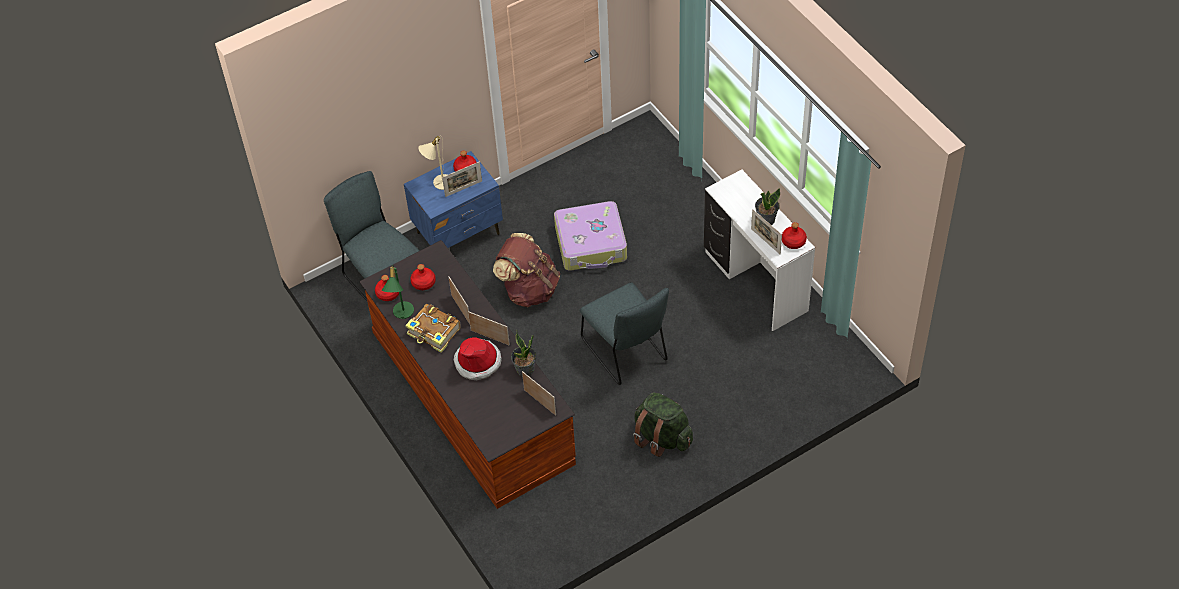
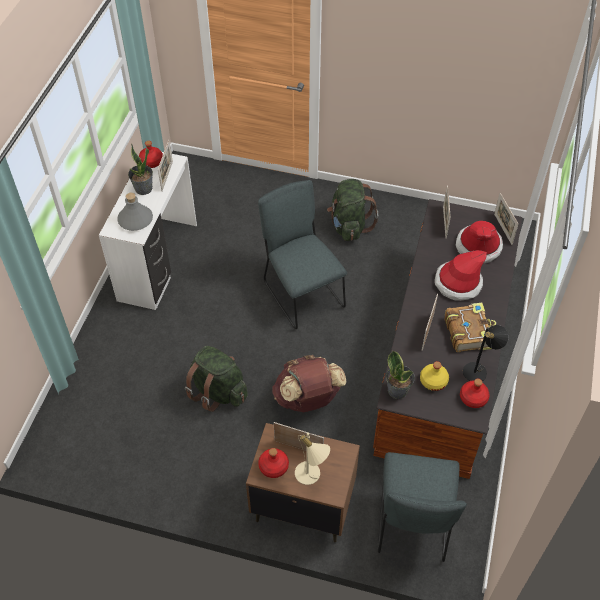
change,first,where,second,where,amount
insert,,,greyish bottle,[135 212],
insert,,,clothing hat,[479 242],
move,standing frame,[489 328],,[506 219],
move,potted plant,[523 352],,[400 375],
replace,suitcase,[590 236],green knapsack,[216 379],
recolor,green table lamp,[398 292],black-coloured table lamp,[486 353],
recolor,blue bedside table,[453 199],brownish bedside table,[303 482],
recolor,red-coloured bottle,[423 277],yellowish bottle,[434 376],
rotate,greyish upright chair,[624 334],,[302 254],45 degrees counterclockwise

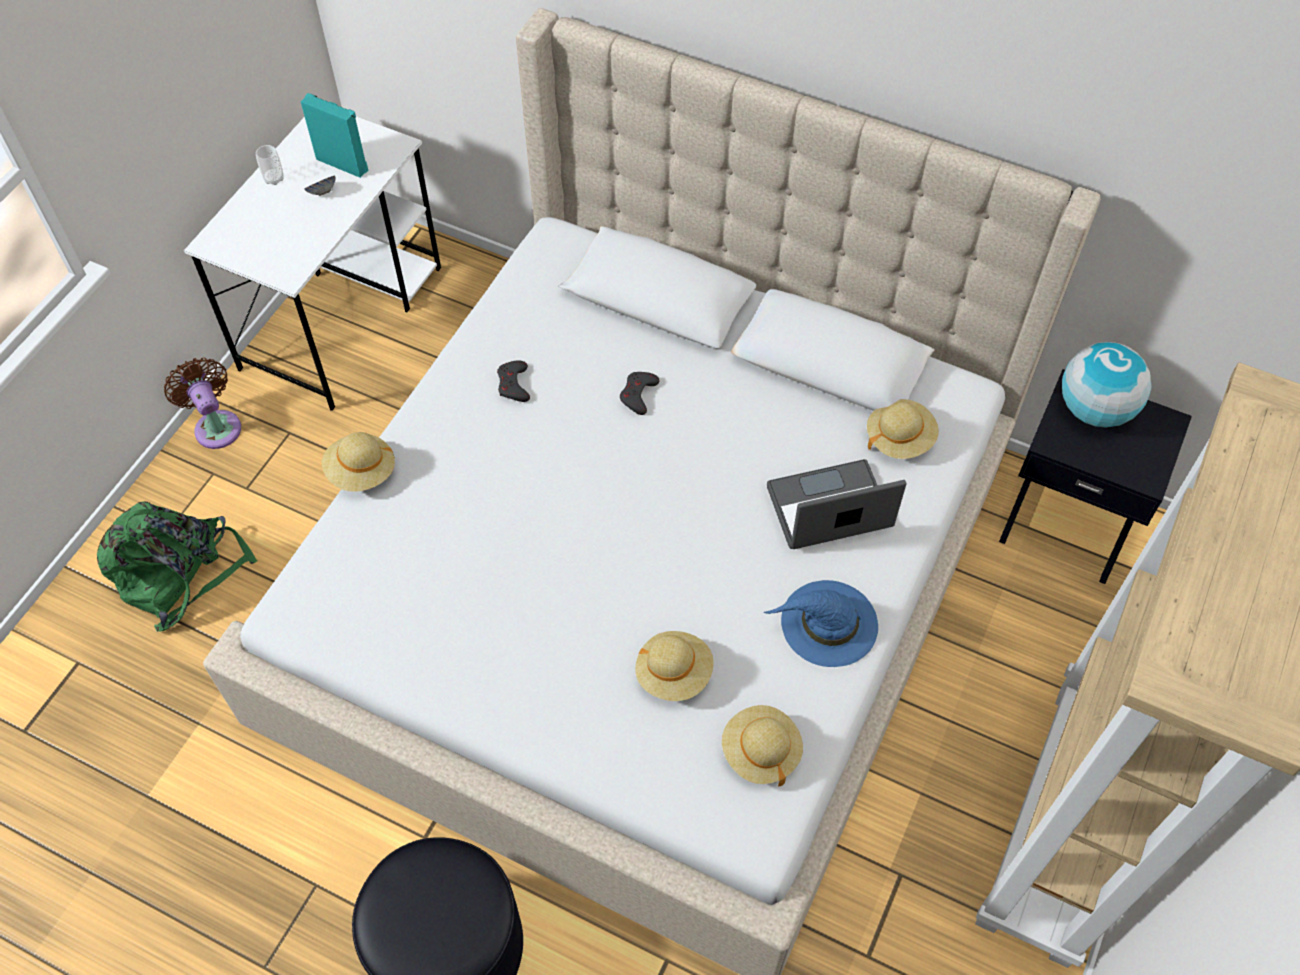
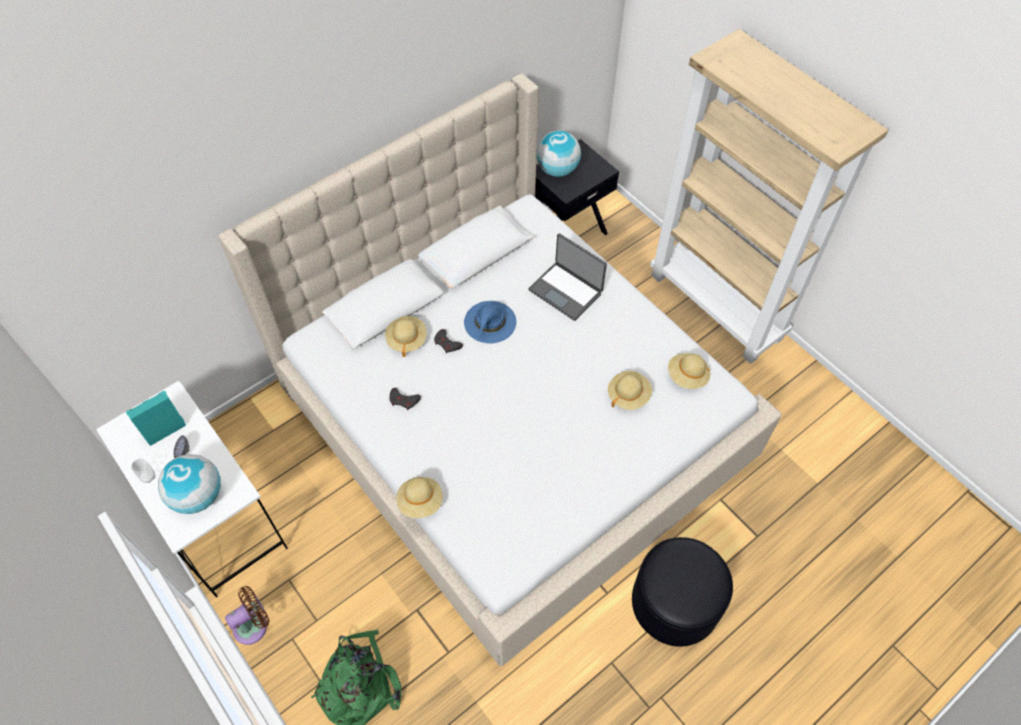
change,first,where,second,where,amount
insert,,,globe,[189 484],
move,blue clothing hat,[821 623],,[490 322],
move,sand-coloured clothing hat,[903 429],,[406 336],
rotate,brownish cooling fan,[202 403],,[247 615],150 degrees clockwise
rotate,laptop,[837 504],,[567 277],60 degrees counterclockwise

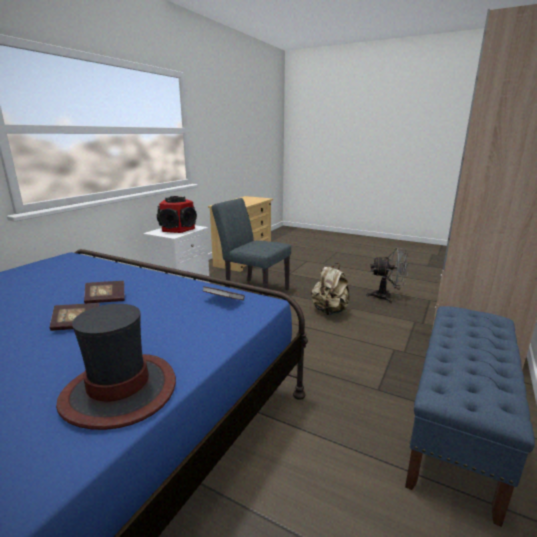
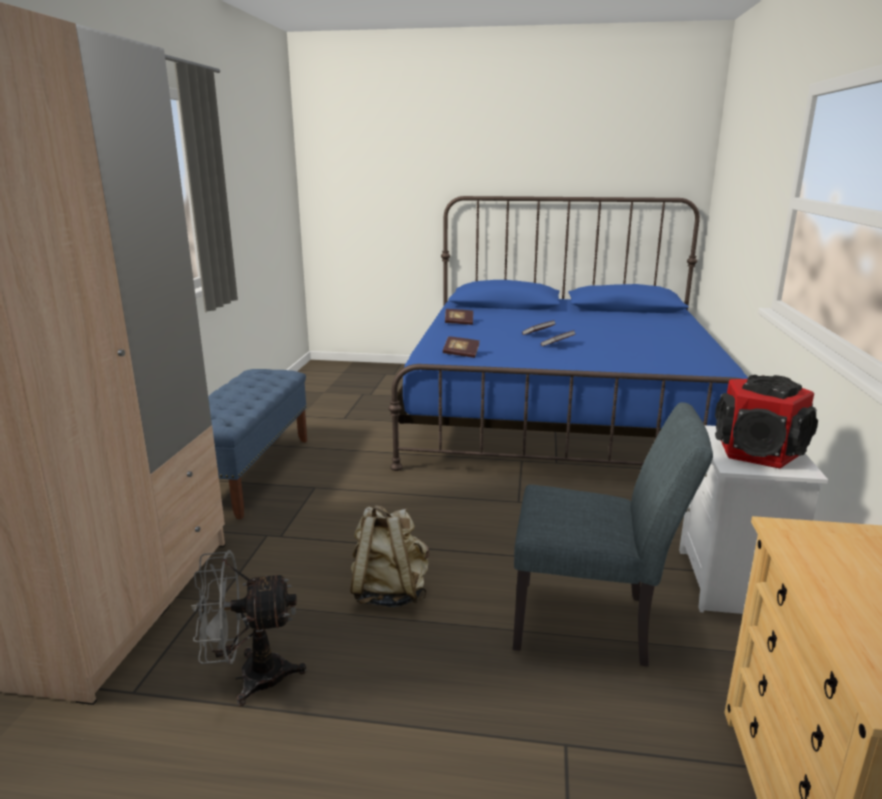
change,first,where,second,where,amount
replace,clothing hat,[116 367],bound book,[459 317],

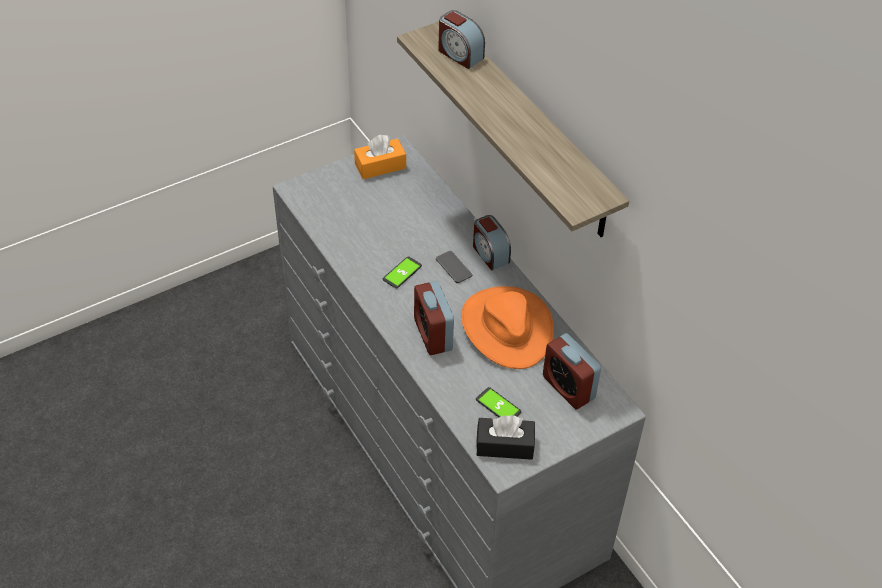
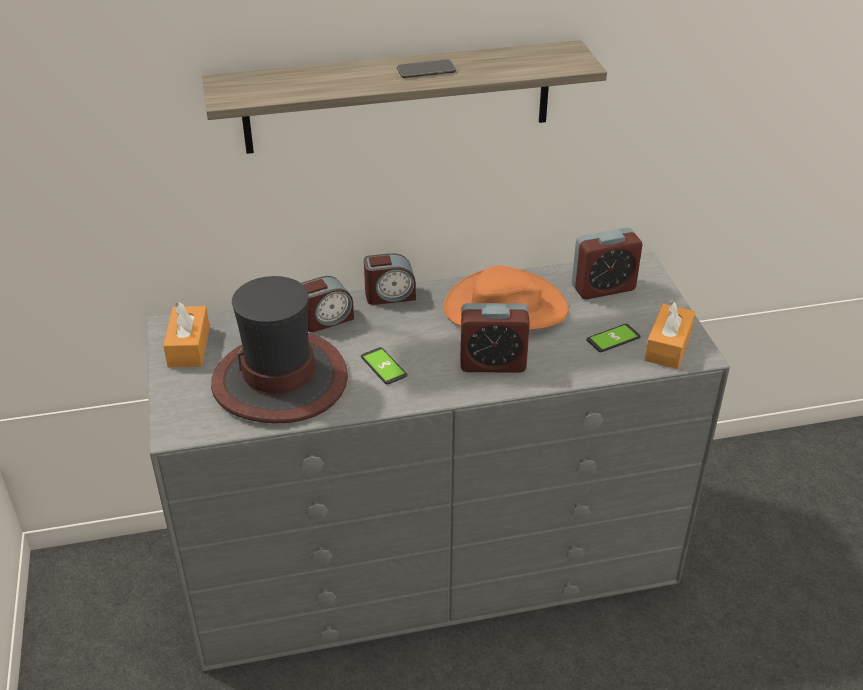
change,first,where,second,where,amount
insert,,,clothing hat,[279 349],
move,phone,[454 267],,[426 68],
move,table clock,[461 39],,[327 304],
recolor,black-coloured tissue box,[505 437],orange-coloured tissue box,[669 334],

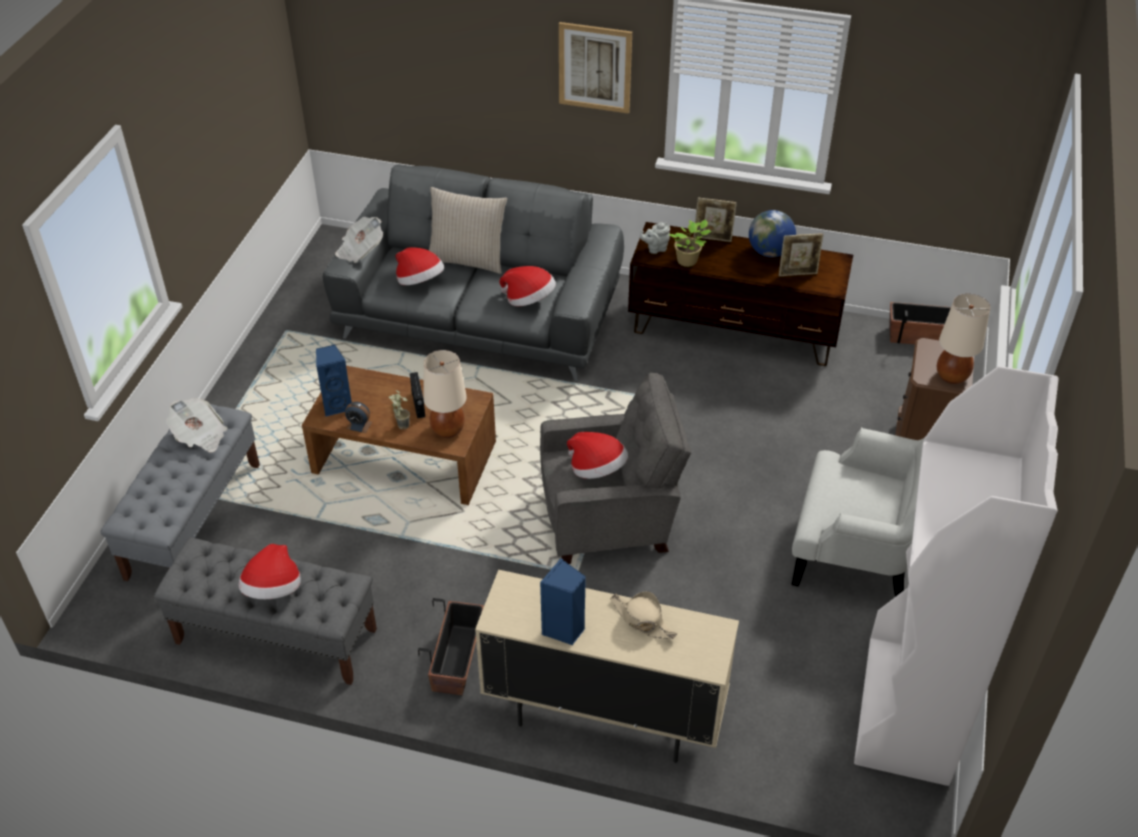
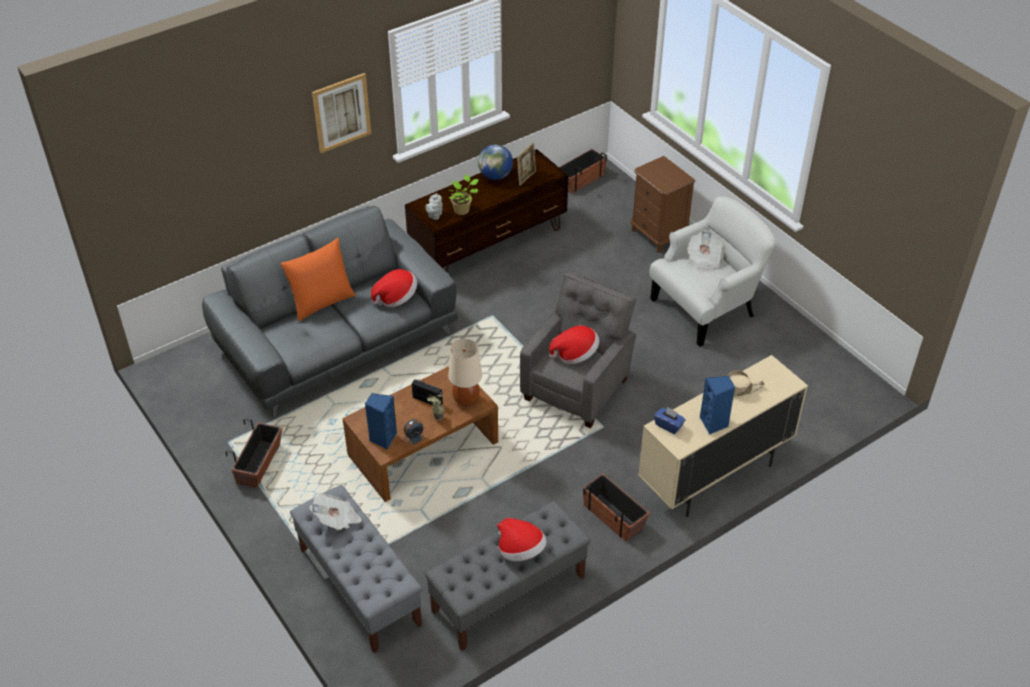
change,first,where,second,where,amount
delete,clothing hat,[419 266],,,
delete,standing frame,[715 219],,,
delete,white-coloured bookshelf,[956 576],,,
delete,sand-coloured table lamp,[963 339],,,
insert,,,flower pot,[253 453],
insert,,,blue tissue box,[670 420],
move,printed paper,[359 240],,[706 251],
recolor,sand-coloured throw pillow,[468 230],orange-coloured throw pillow,[318 279],

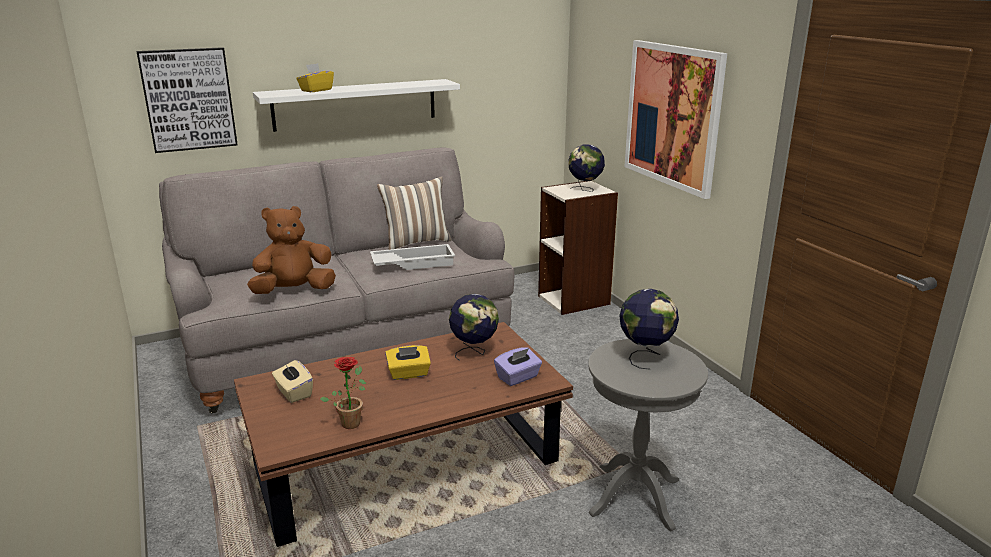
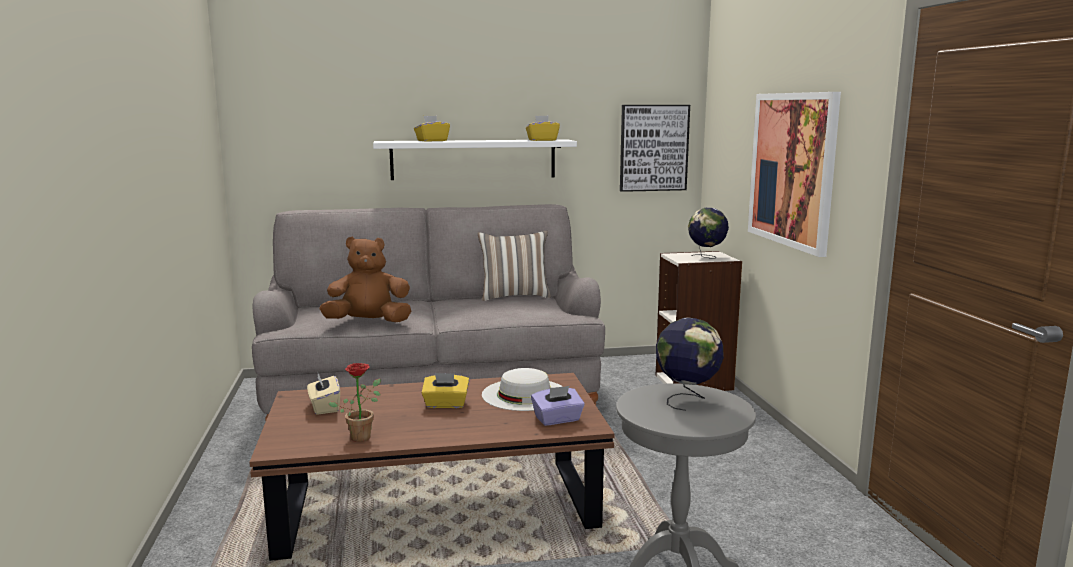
change,first,where,second,where,amount
delete,white-coloured tray,[412 257],,,
insert,,,yellowish tissue box,[543 128],
move,wall picture,[187 100],,[655 148],
replace,globe,[474 327],white-coloured clothing hat,[522 389],

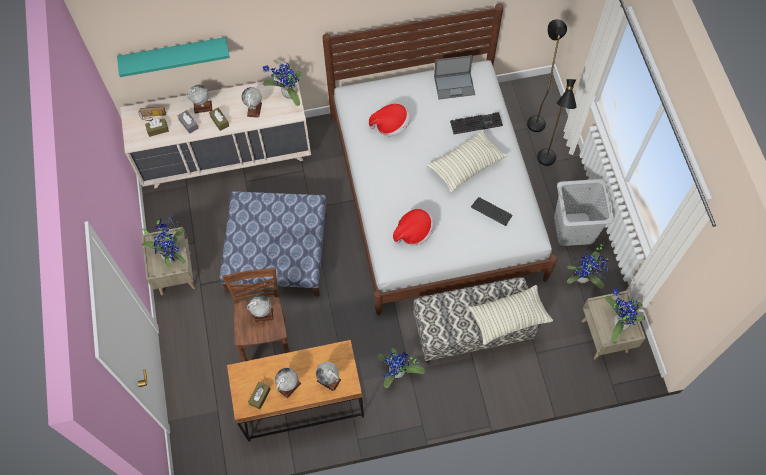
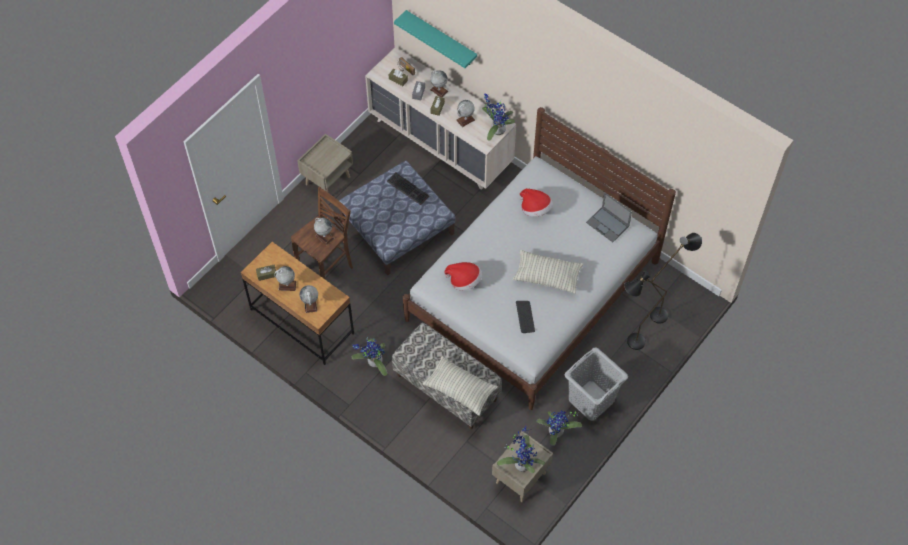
change,first,where,second,where,amount
delete,potted plant,[163 242],,,
move,PC keyboard,[476 123],,[408 188],

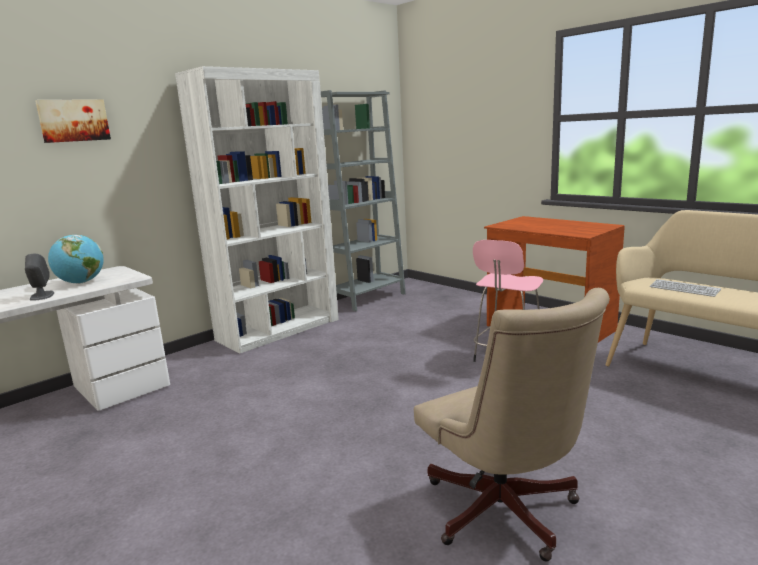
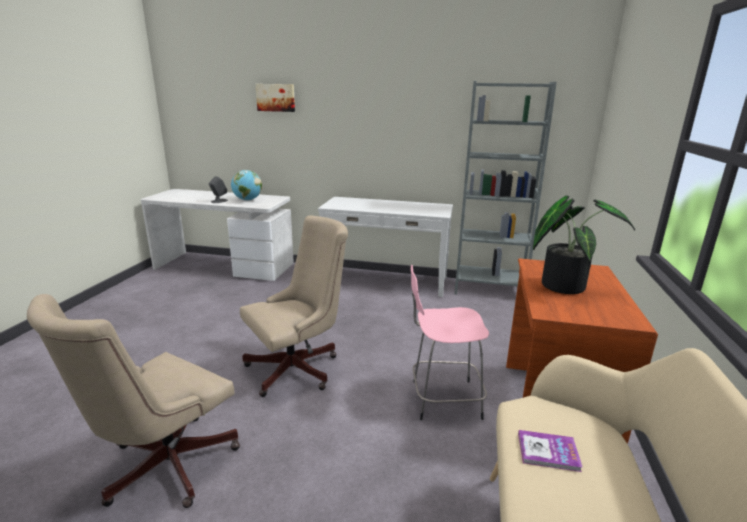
change,first,where,second,where,amount
insert,,,sand-coloured desk chair,[294 306],
insert,,,potted plant,[584 244],
replace,white-coloured bookshelf,[257 209],white-coloured narrow table,[385 247],
replace,PC keyboard,[685 288],bound book,[550 451],

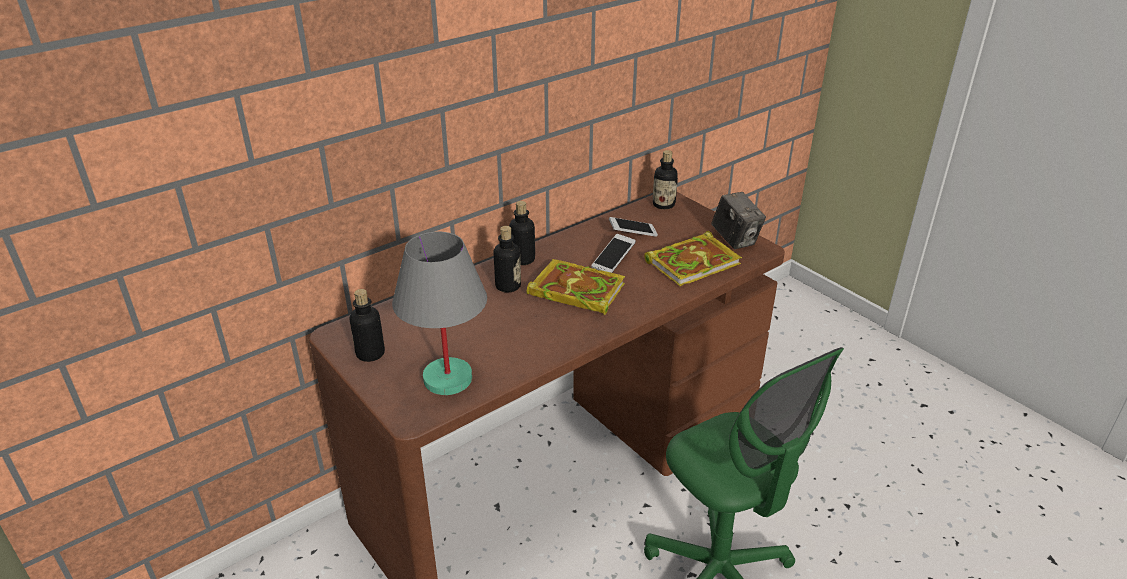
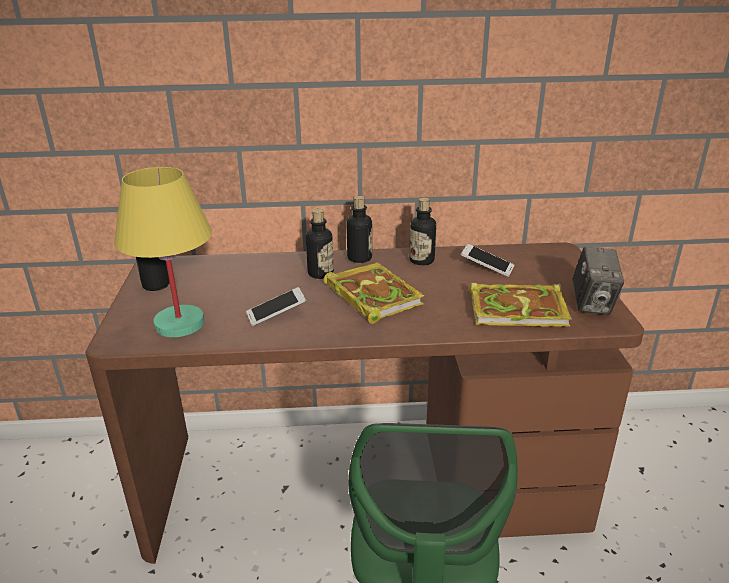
change,first,where,second,where,amount
move,phone,[613 253],,[276 306],
move,bottle,[665 179],,[422 231],
recolor,greyish table lamp,[439 313],yellowish table lamp,[163 252],

